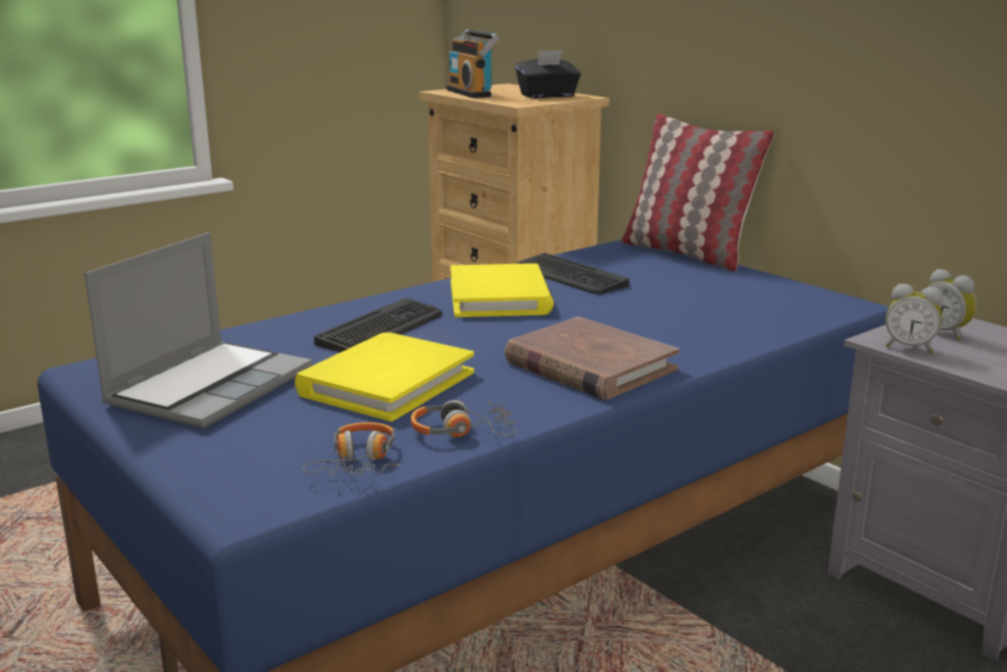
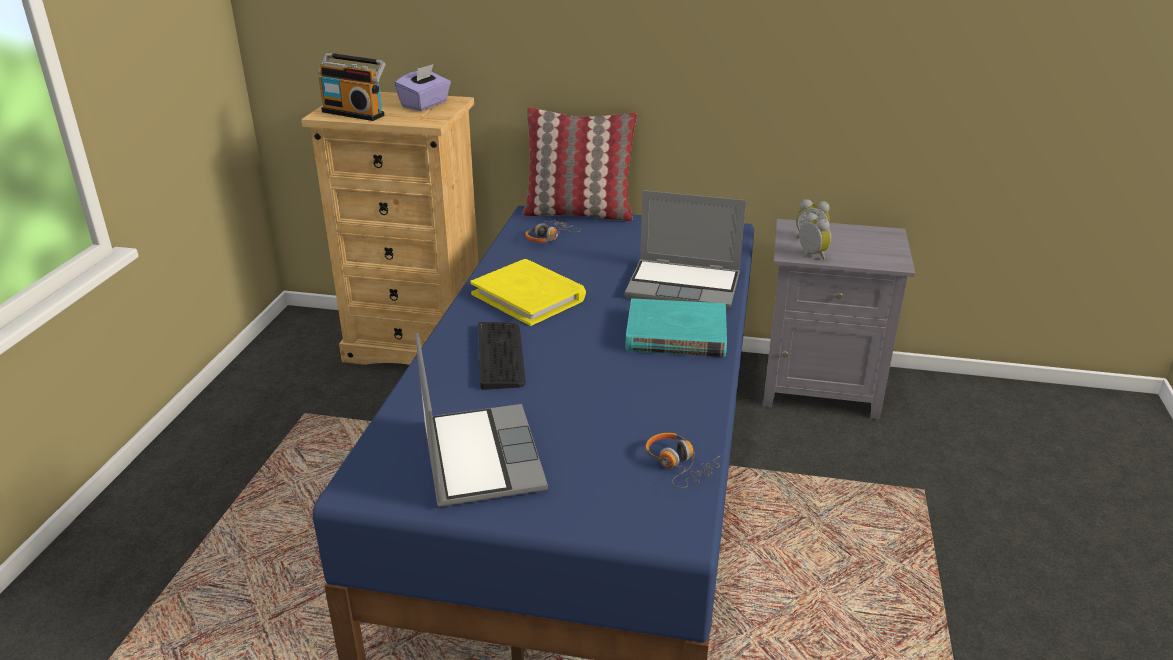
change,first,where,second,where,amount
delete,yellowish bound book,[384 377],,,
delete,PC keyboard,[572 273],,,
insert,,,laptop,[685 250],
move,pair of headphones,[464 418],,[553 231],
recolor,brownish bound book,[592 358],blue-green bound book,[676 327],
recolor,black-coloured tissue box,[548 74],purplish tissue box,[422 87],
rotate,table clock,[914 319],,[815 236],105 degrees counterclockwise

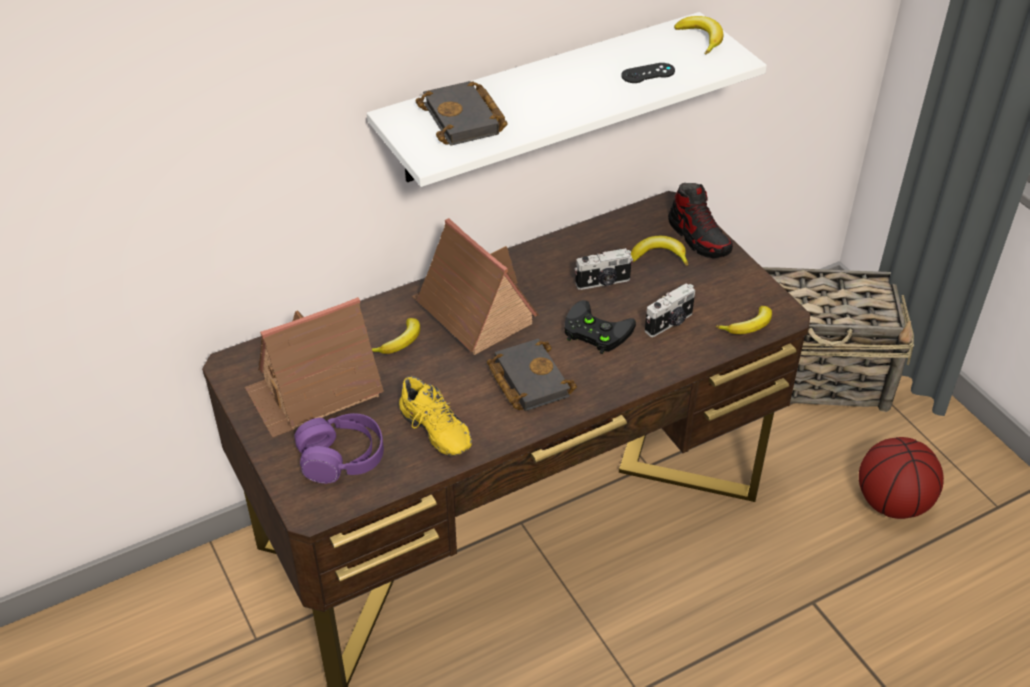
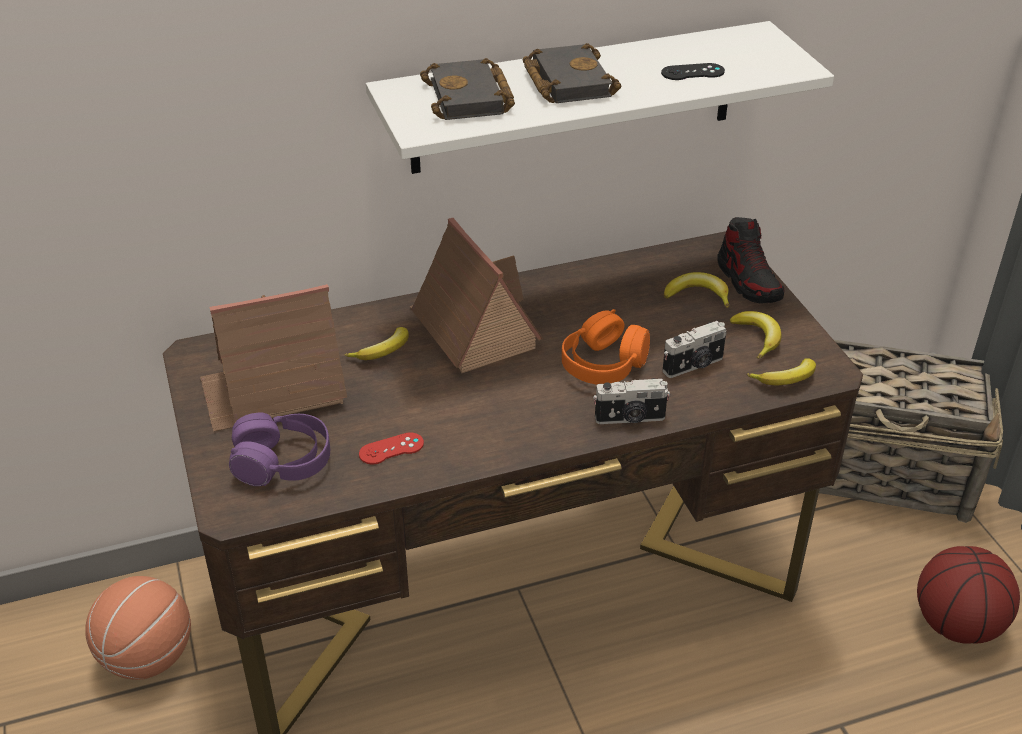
change,first,where,second,where,amount
insert,,,basketball ball,[138 628],
move,black-coloured bound book,[532 375],,[572 73],
move,photo camera,[604 269],,[631 401],
move,banana fruit,[698 35],,[755 335],
replace,yellowish low shoe,[435 416],red-coloured game controller,[391 448],
replace,black-coloured game controller,[600 327],orange-coloured pair of headphones,[606 347],

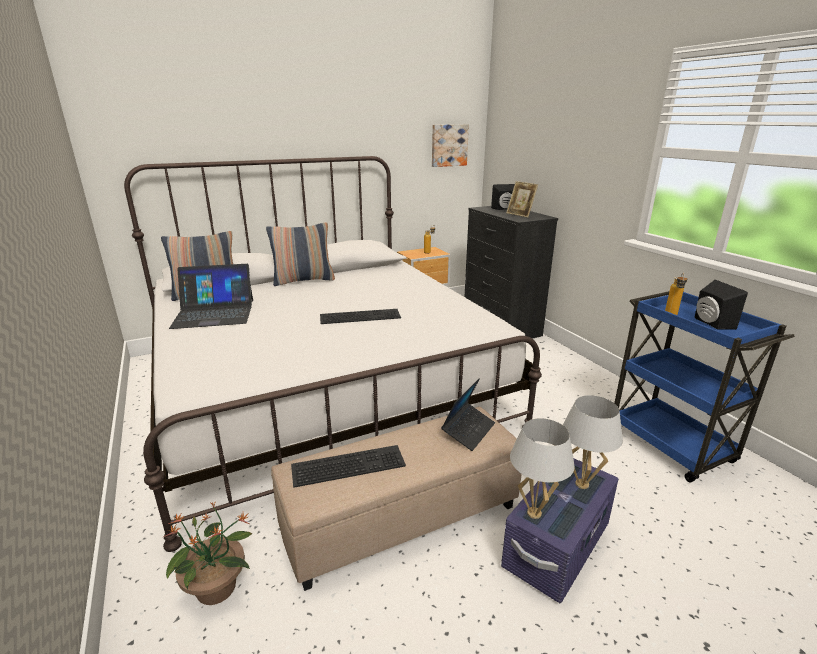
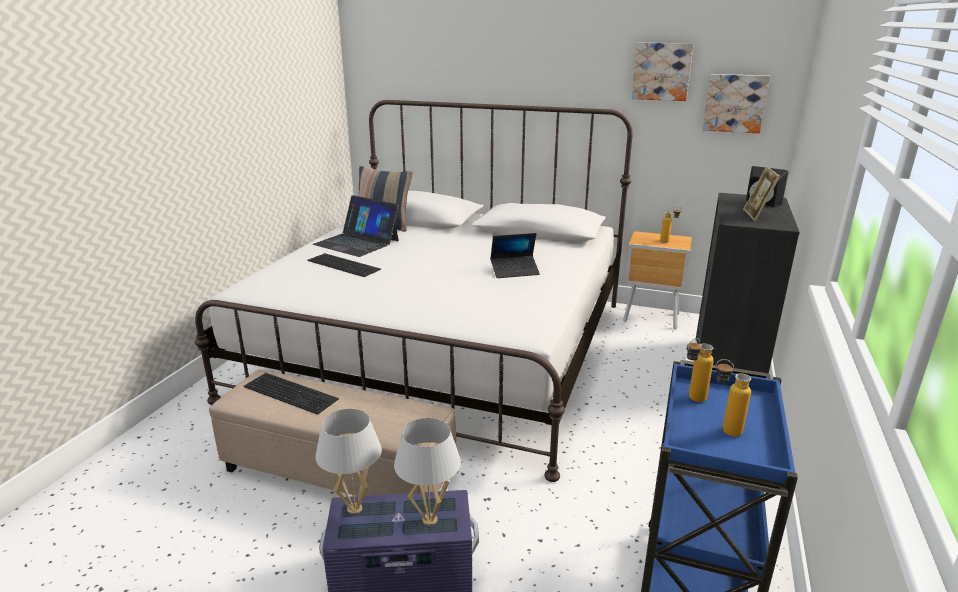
change,first,where,second,where,amount
delete,potted plant,[208 553],,,
delete,throw pillow,[300 254],,,
insert,,,wall picture,[663 72],
move,PC keyboard,[360 316],,[344 265],
move,laptop,[468 415],,[515 255],
replace,black-coloured audio speaker,[721 305],bottle,[733 398],

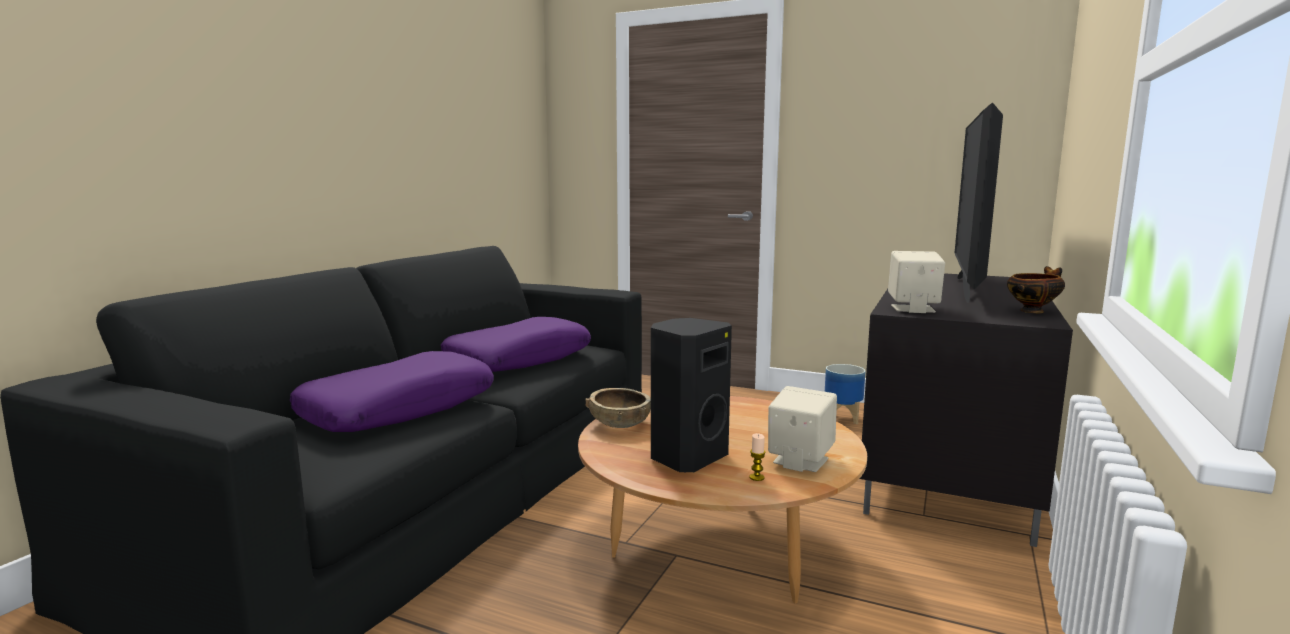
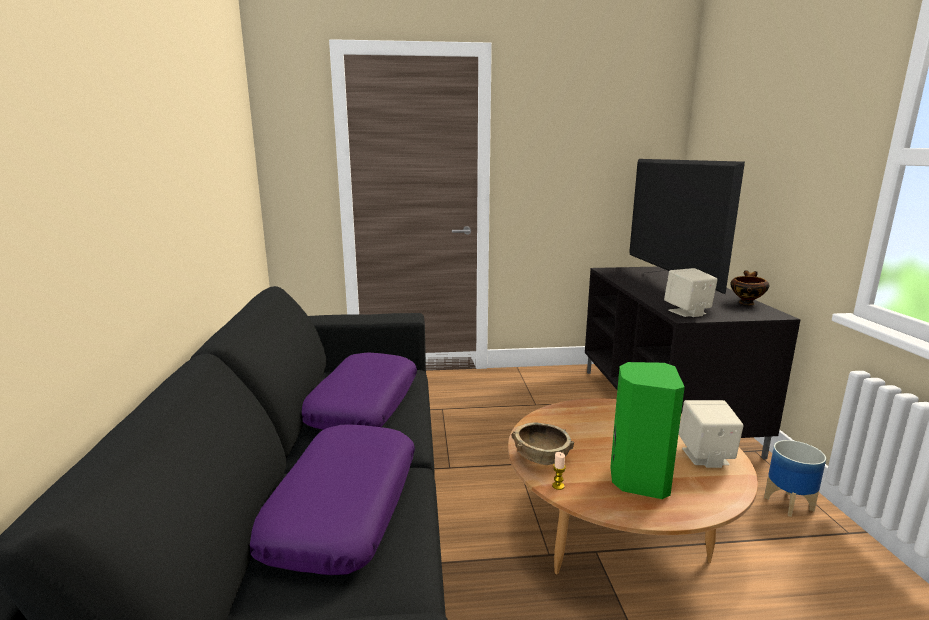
change,first,where,second,where,amount
move,wax light,[757 457],,[559 471],
move,flower pot,[845 394],,[795 478],
recolor,black-coloured audio speaker,[691 395],green audio speaker,[647 430],

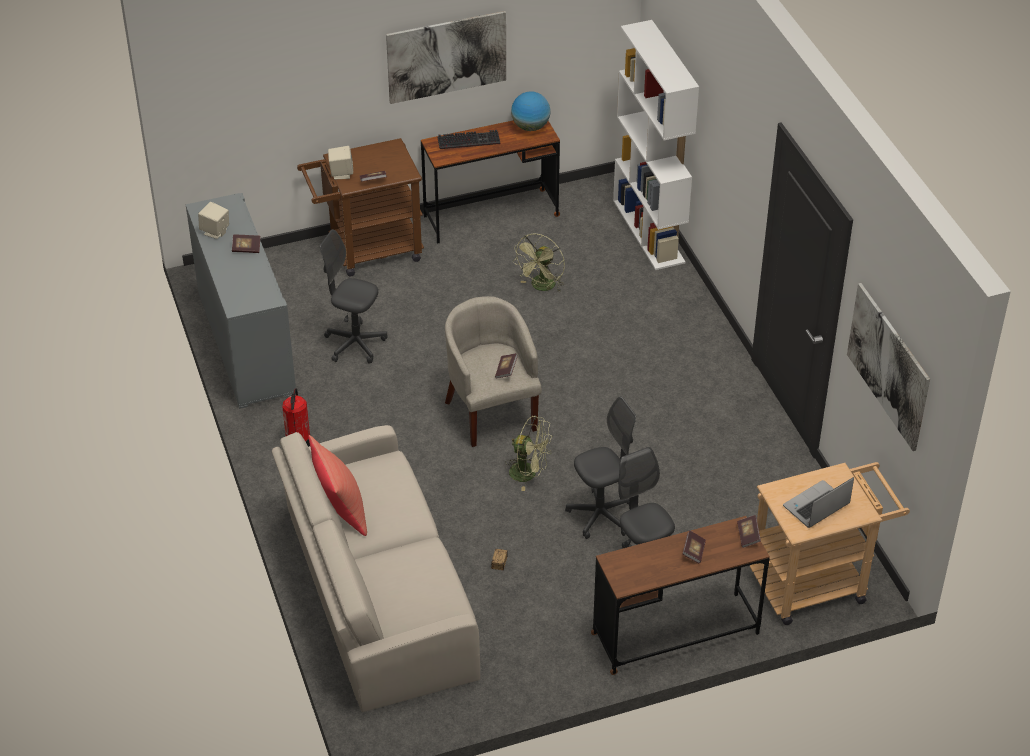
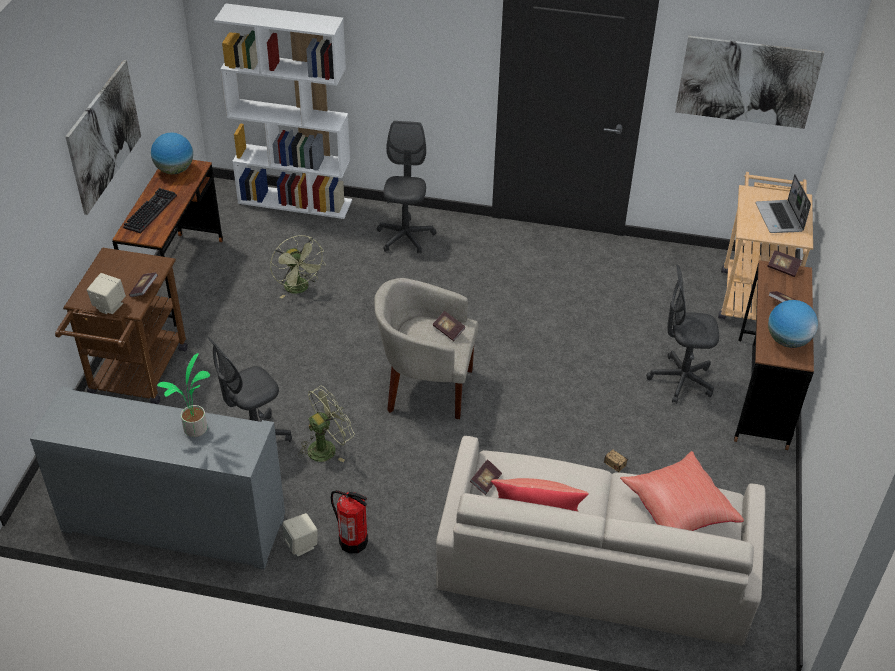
change,first,where,second,where,amount
insert,,,potted plant,[183 395],
insert,,,red-coloured throw pillow,[682 491],
insert,,,globe,[793 324],
move,sand-coloured audio speaker,[213 220],,[300 535],
move,bound book,[246 243],,[486 477],
move,green cooling fan,[529 453],,[326 424],
move,greyish desk chair,[600 467],,[406 187],

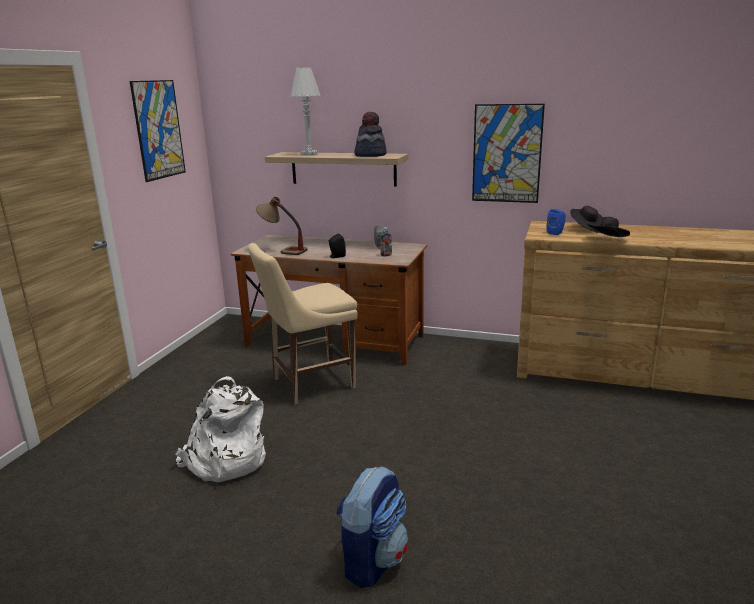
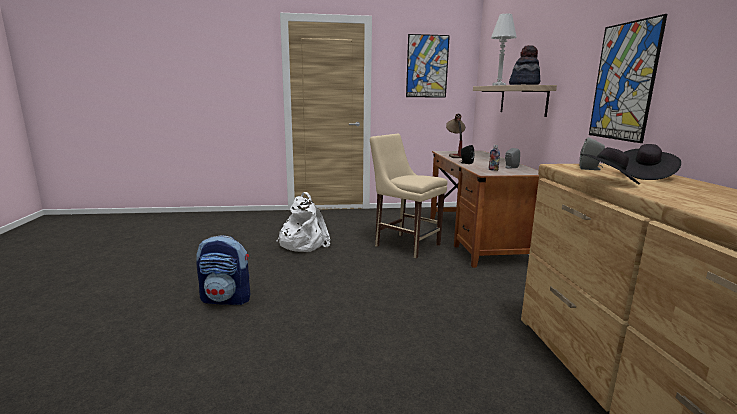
change,first,where,second,where,amount
recolor,blue audio speaker,[556 222],greyish audio speaker,[592 153],

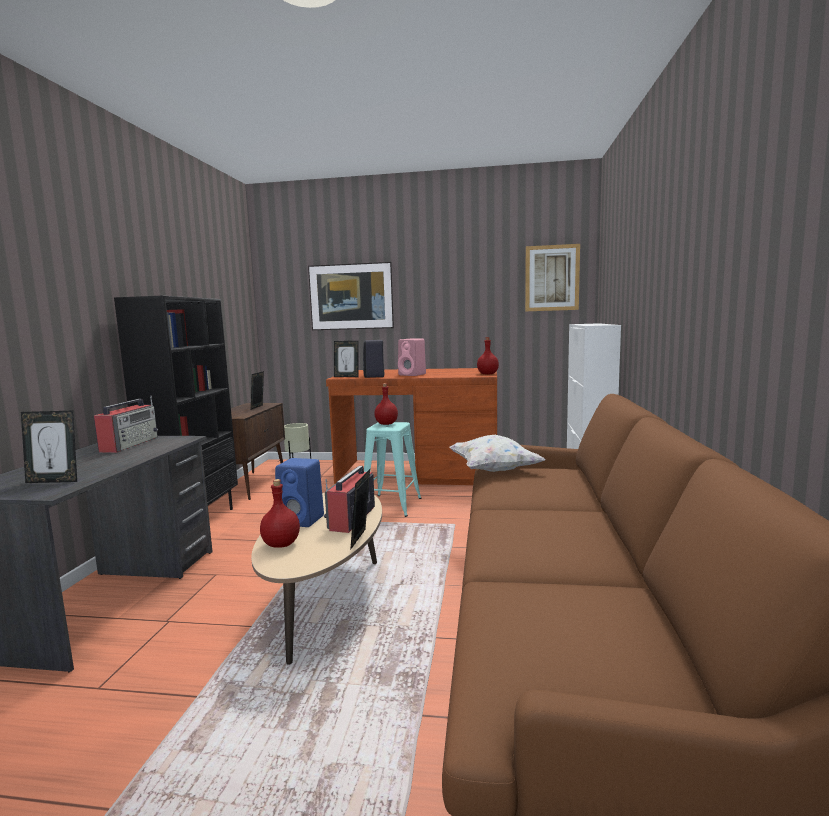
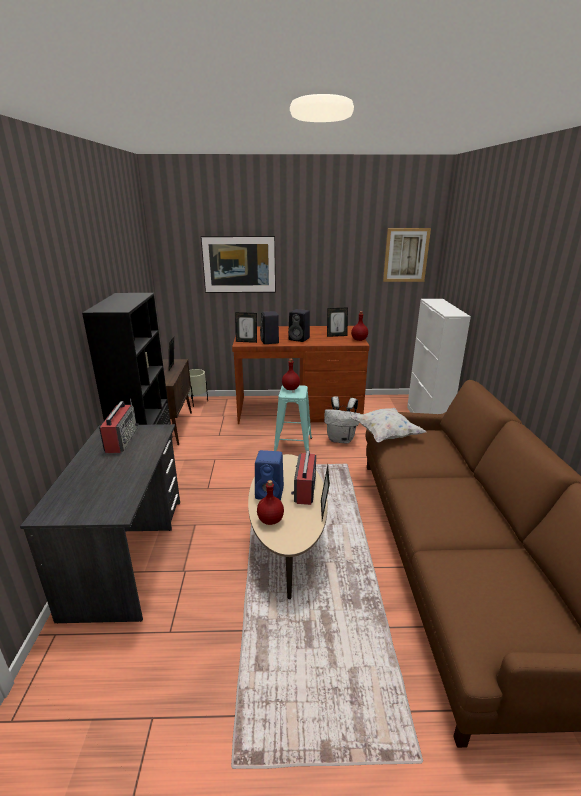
change,first,where,second,where,amount
insert,,,white-coloured knapsack,[342 419],
move,standing frame,[49 447],,[337 322],
recolor,pink-coloured audio speaker,[412 357],black-coloured audio speaker,[299 325],

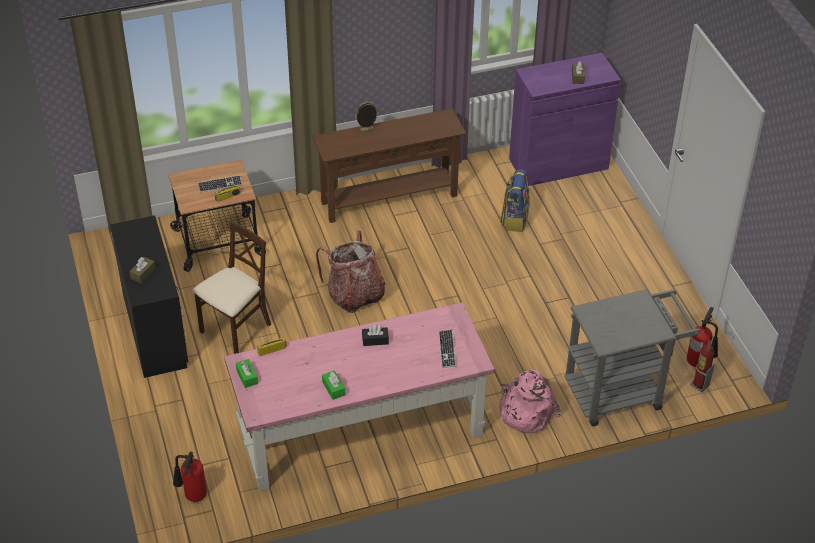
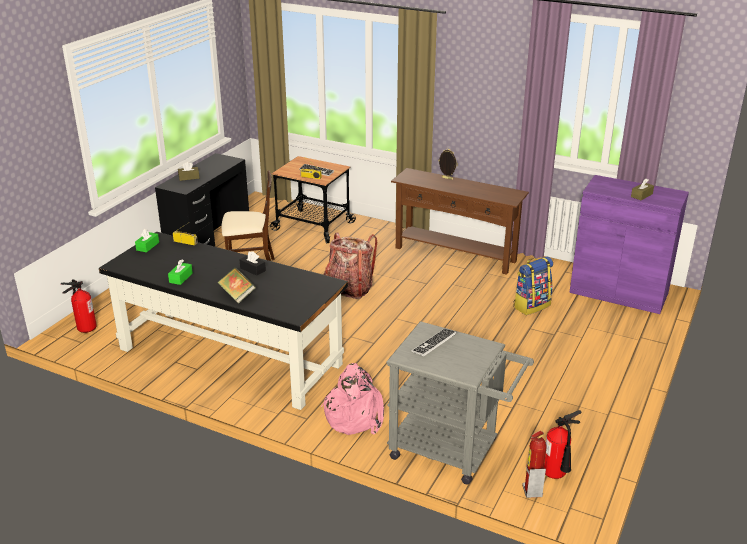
change,first,where,second,where,amount
insert,,,bound book,[236 285],
move,PC keyboard,[447 348],,[434 342],
recolor,pink-coloured desk table,[359 396],black-coloured desk table,[223 321],

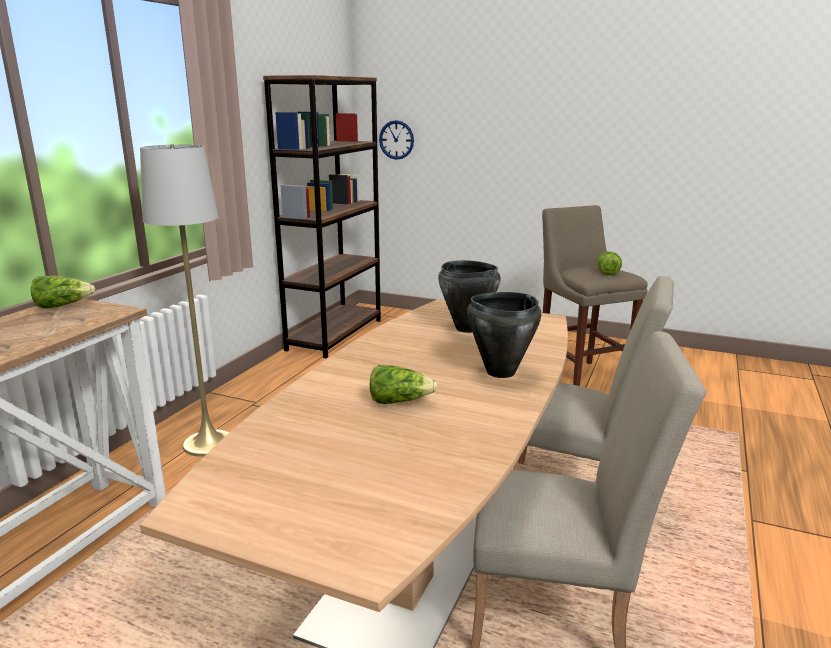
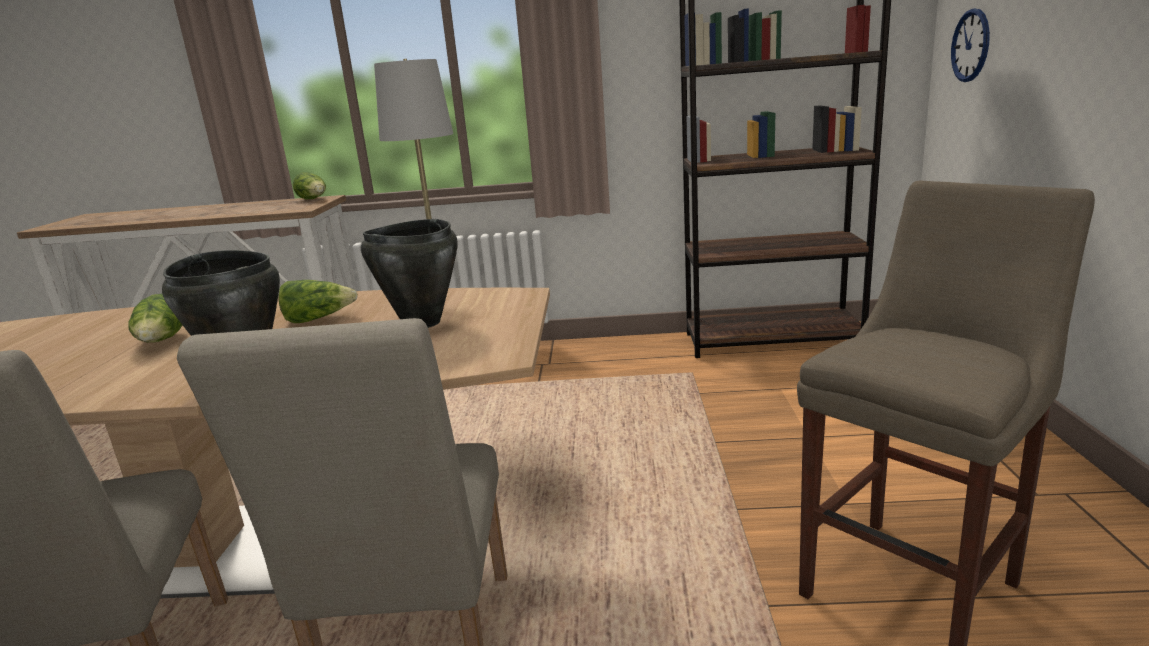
change,first,where,second,where,amount
move,lettuce head,[609 263],,[318 301],

